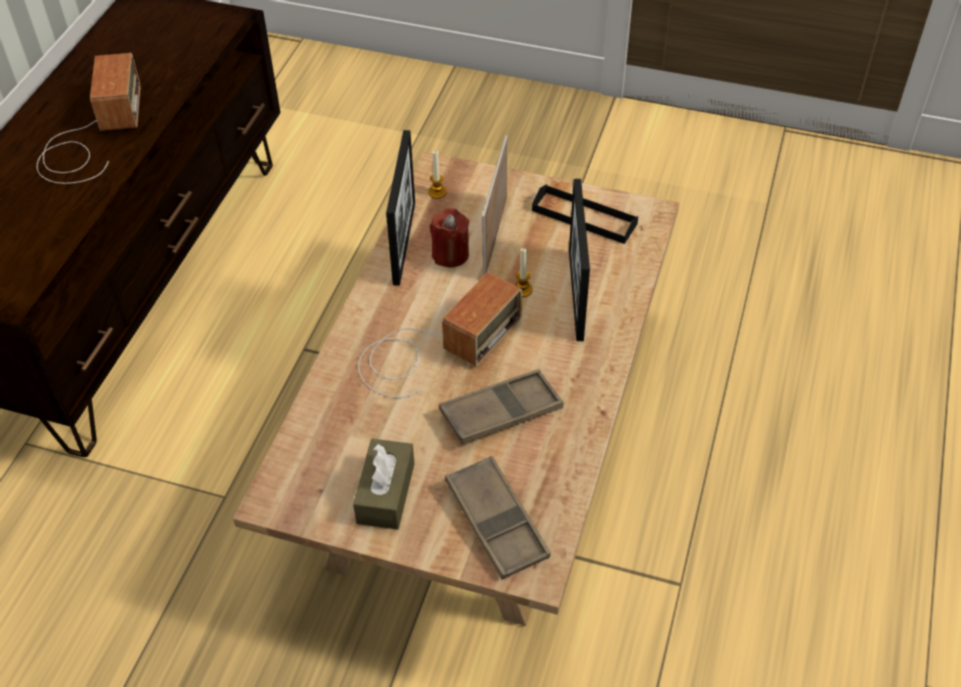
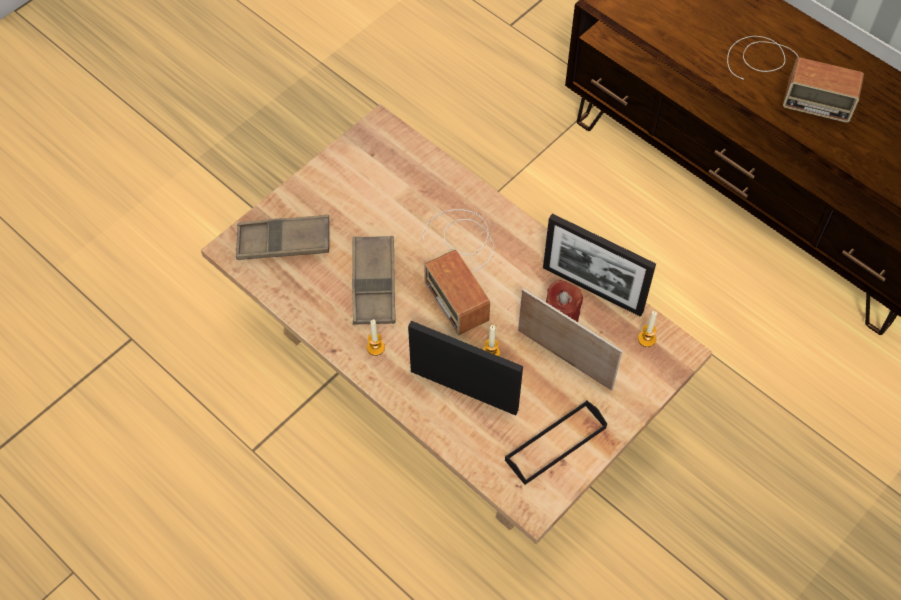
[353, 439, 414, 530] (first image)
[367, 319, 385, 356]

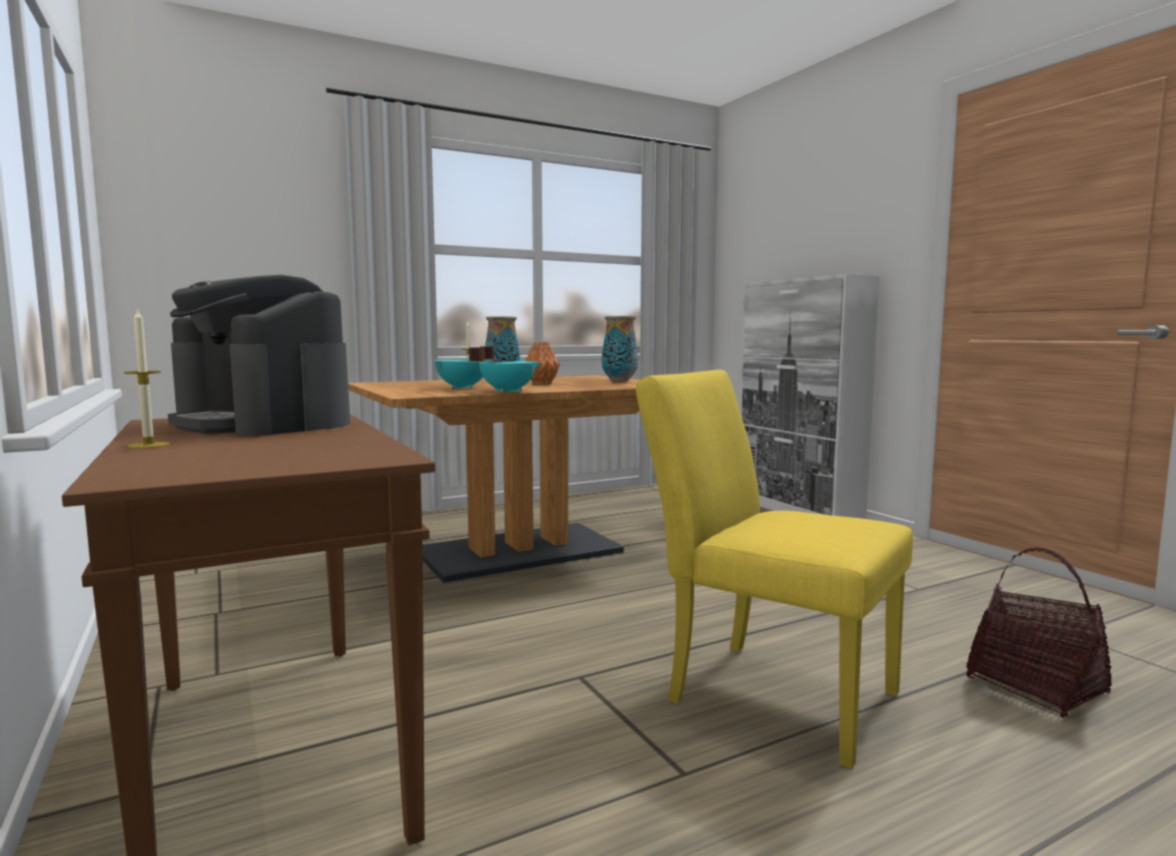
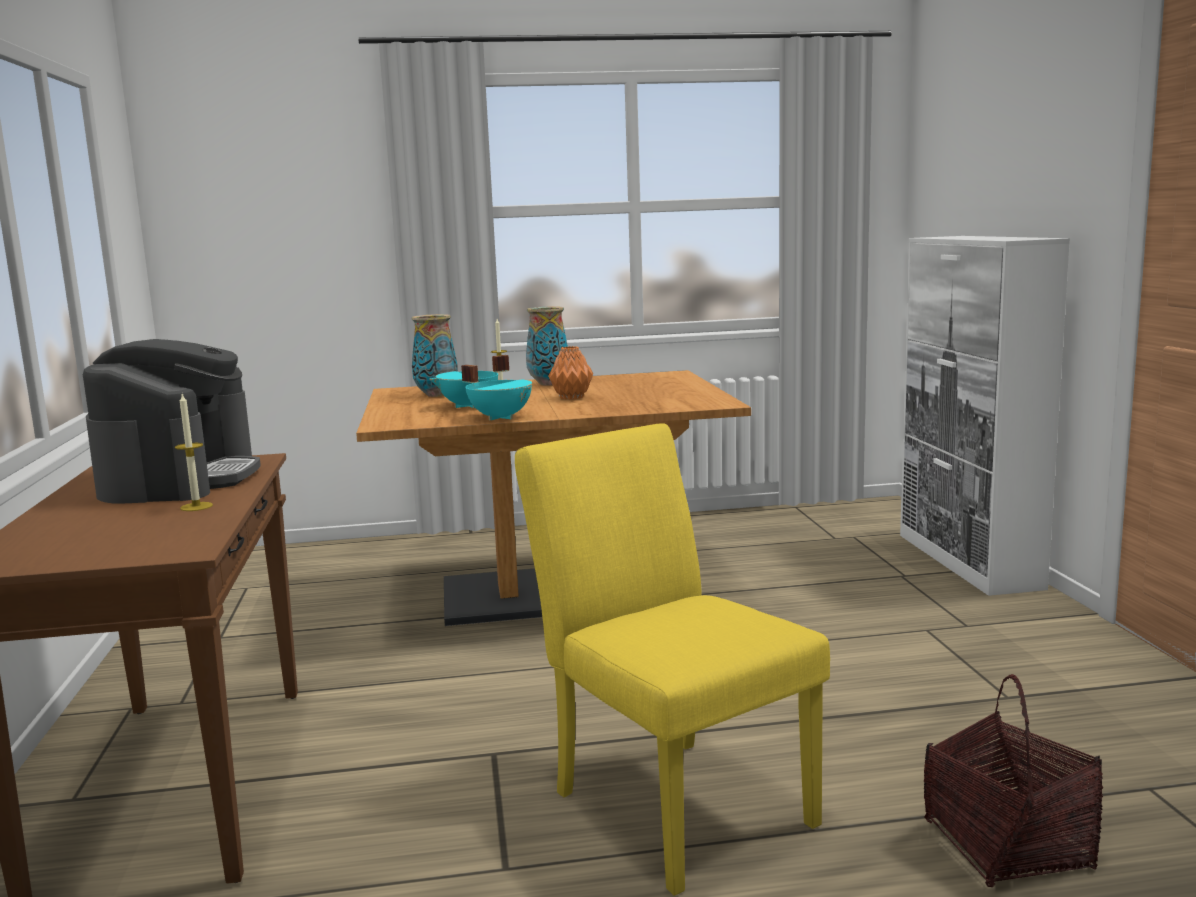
[175, 394, 213, 511]
[412, 314, 458, 397]
[83, 339, 261, 503]

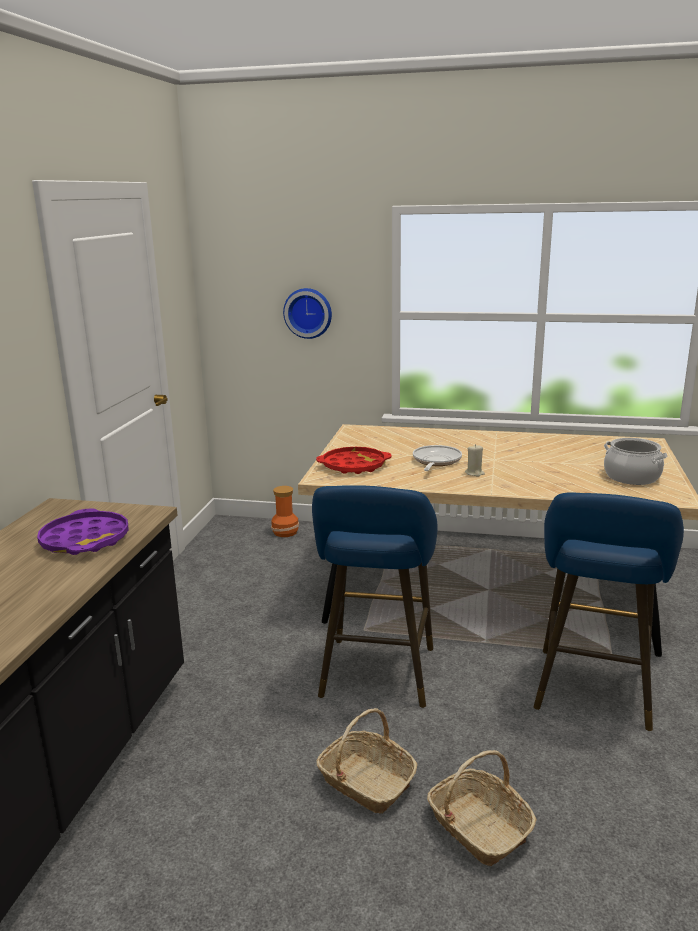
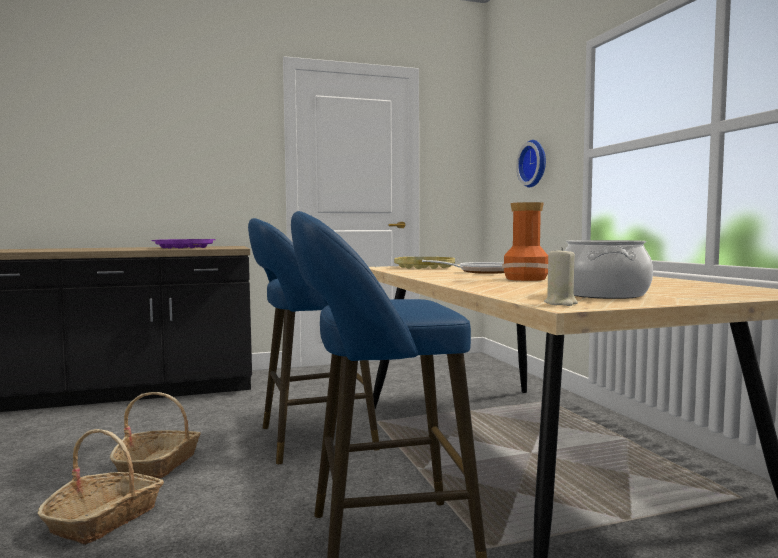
[502, 202, 548, 281]
[544, 247, 578, 306]
[394, 257, 455, 269]

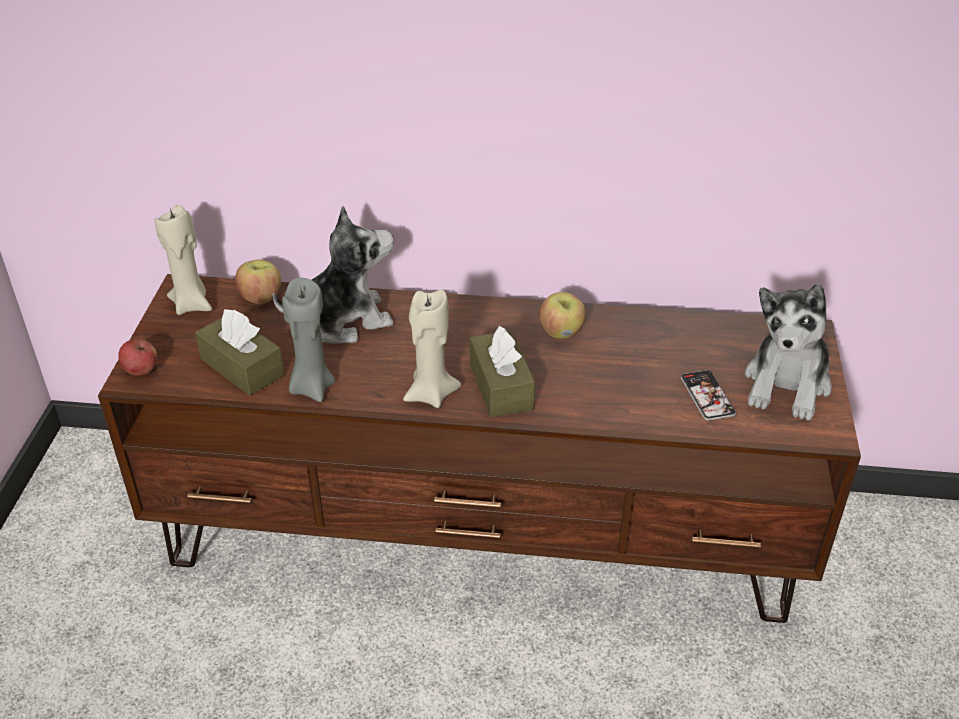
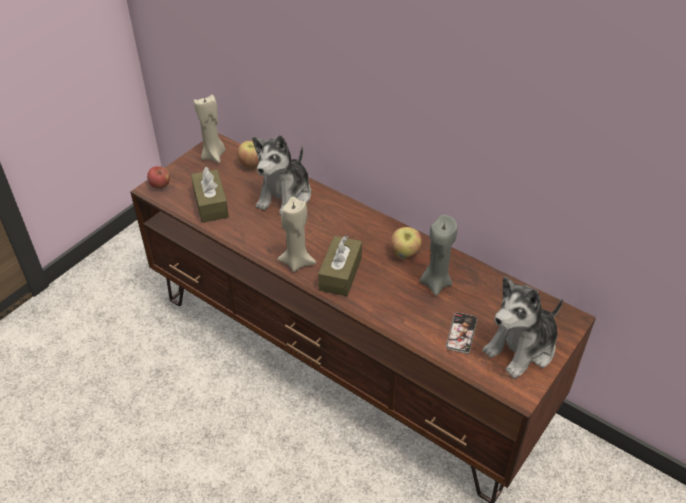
[420, 215, 458, 296]
[252, 135, 311, 216]

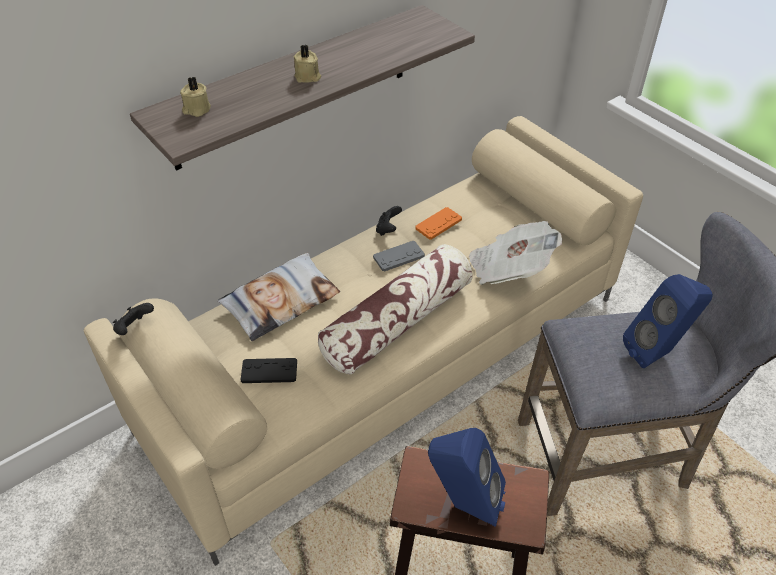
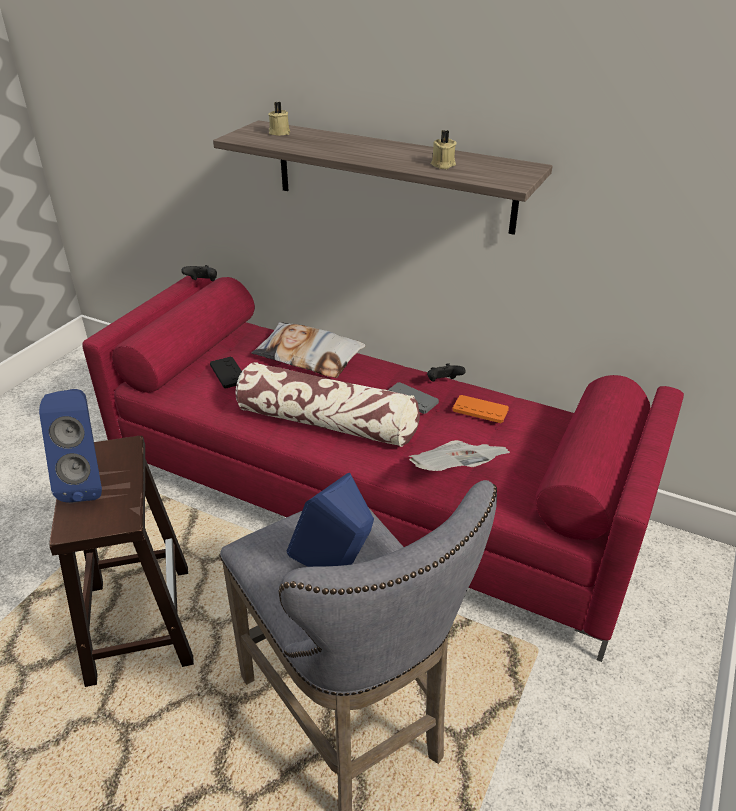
[431, 130, 457, 169]
[82, 276, 684, 662]

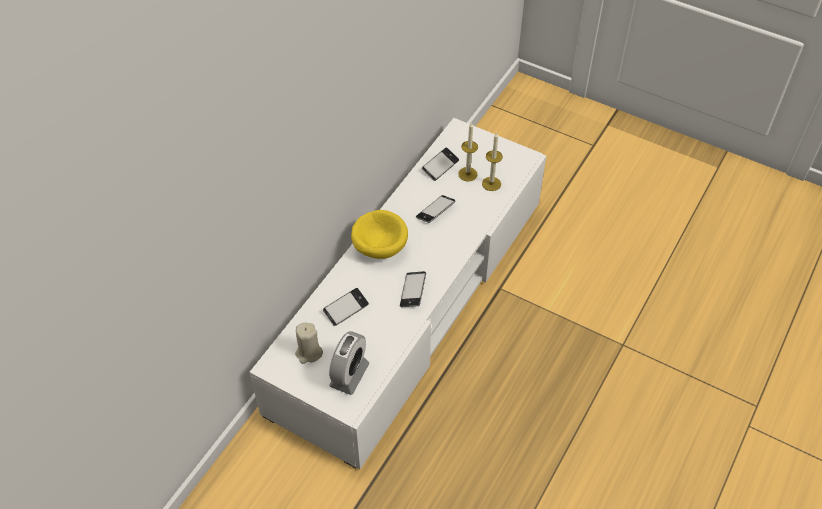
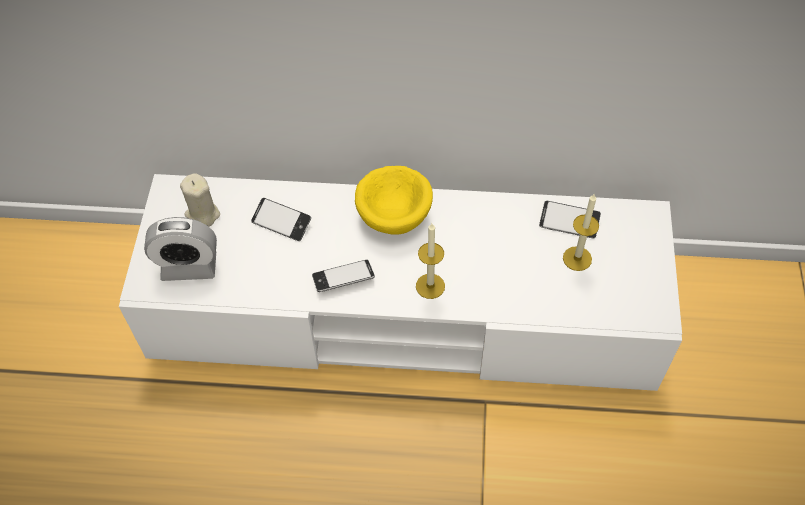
[416, 195, 456, 223] (first image)
[416, 223, 445, 299]

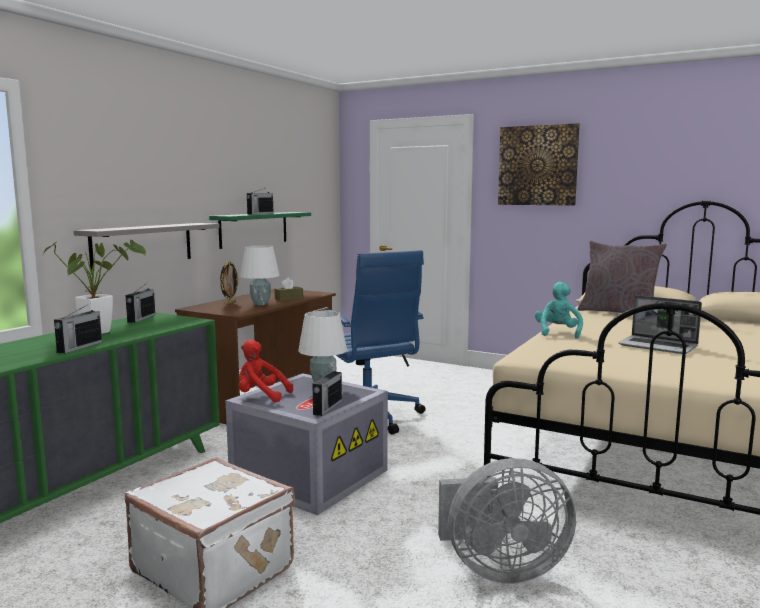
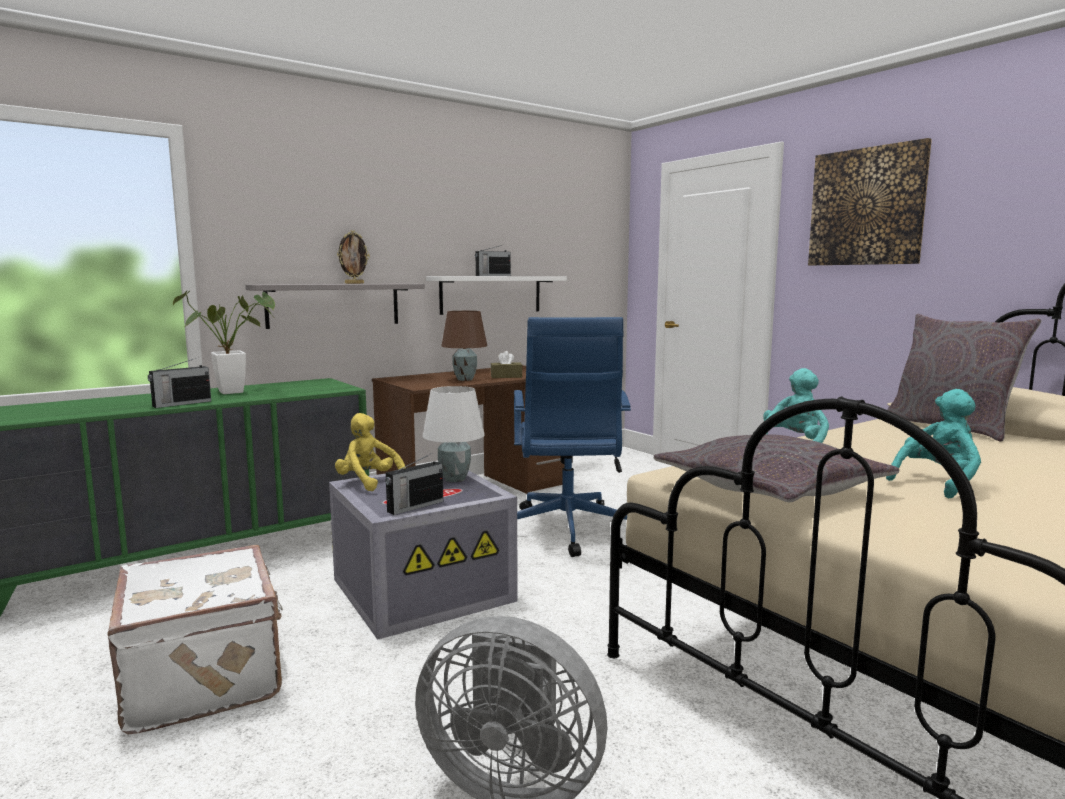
[125, 284, 155, 323] (first image)
[654, 434, 899, 502]
[337, 230, 370, 284]
[886, 389, 981, 498]
[426, 276, 567, 315]
[335, 413, 406, 491]
[442, 311, 487, 381]

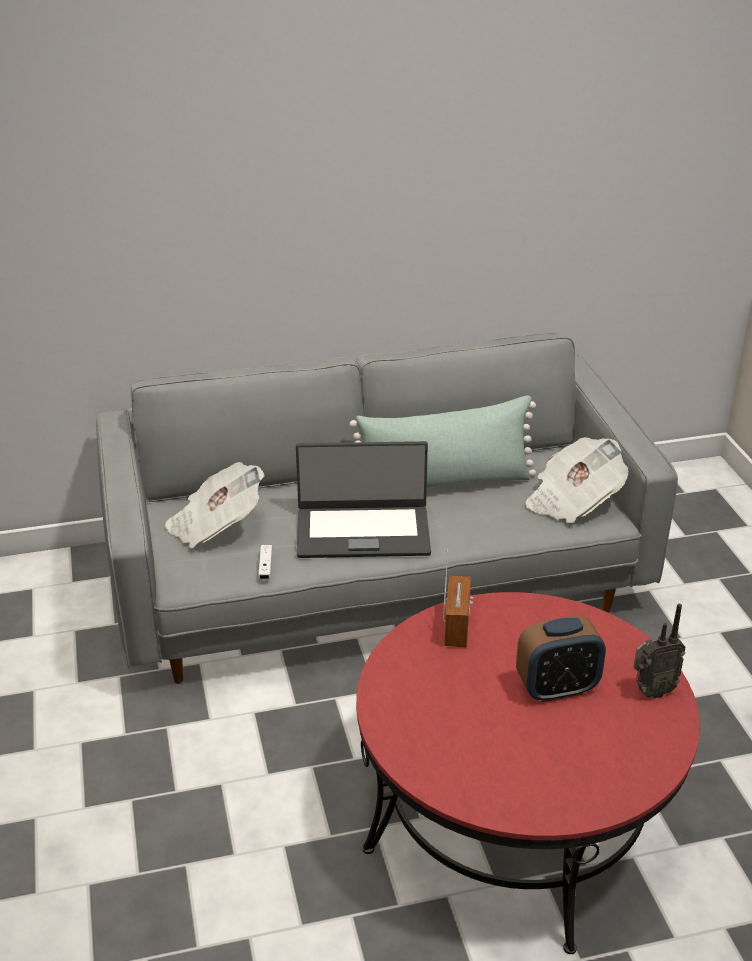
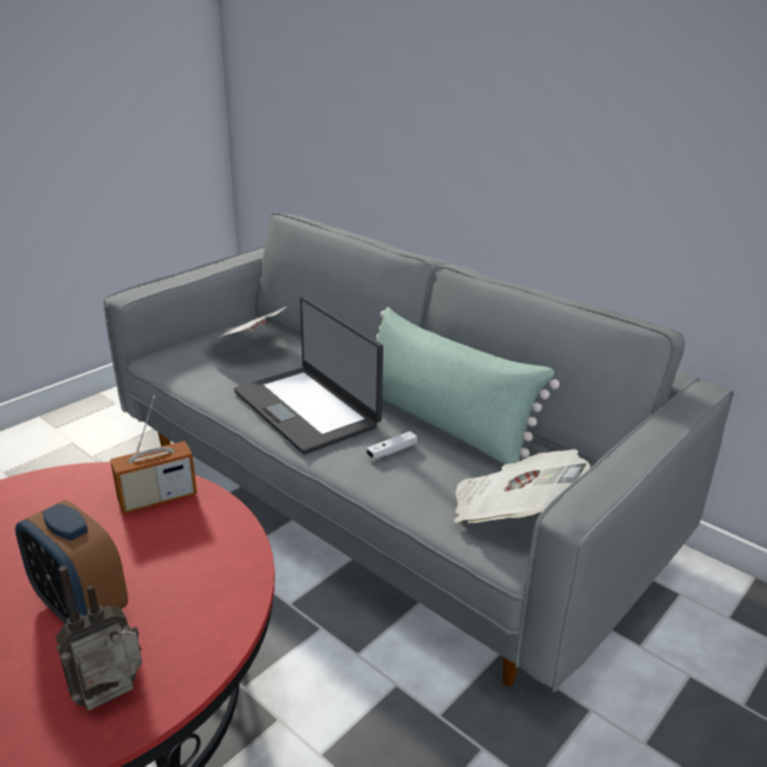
[366, 431, 417, 459]
[56, 566, 142, 711]

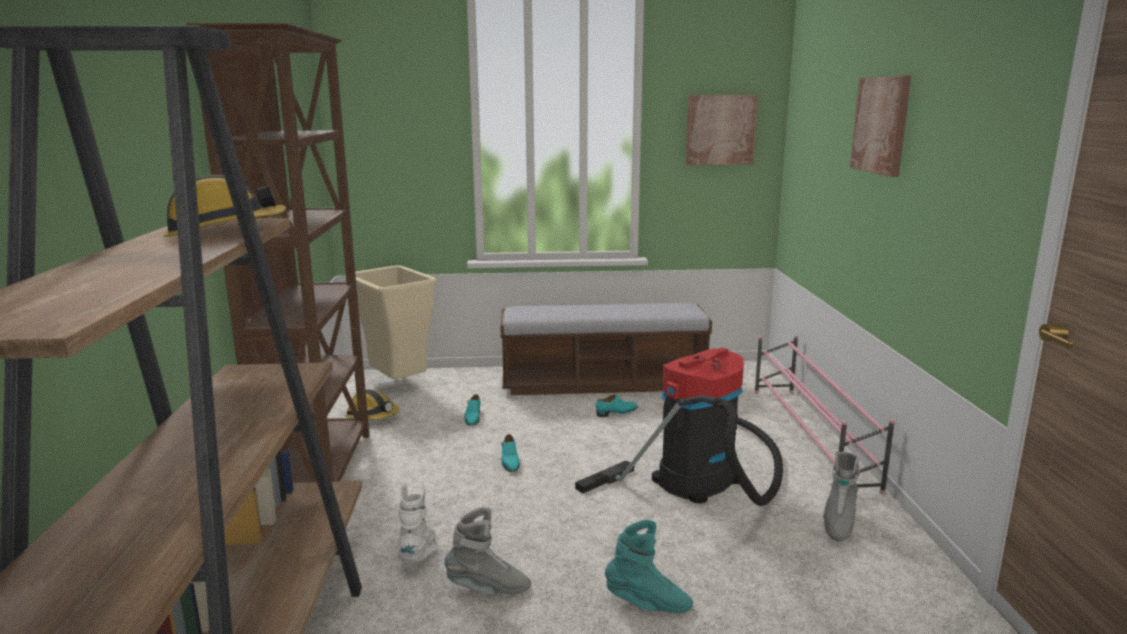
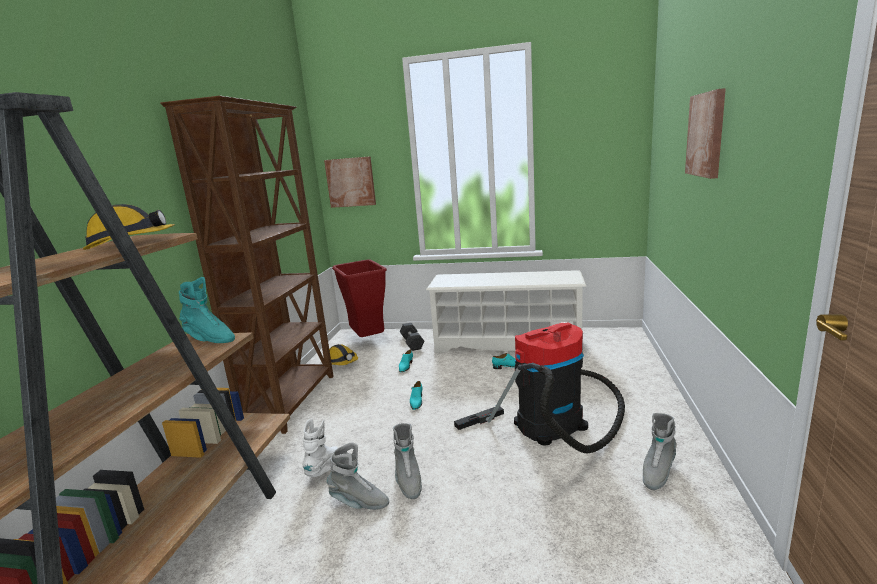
[754, 335, 895, 495] (first image)
[393, 423, 422, 499]
[400, 323, 424, 351]
[179, 277, 235, 343]
[324, 156, 376, 208]
[426, 270, 587, 353]
[332, 259, 387, 337]

